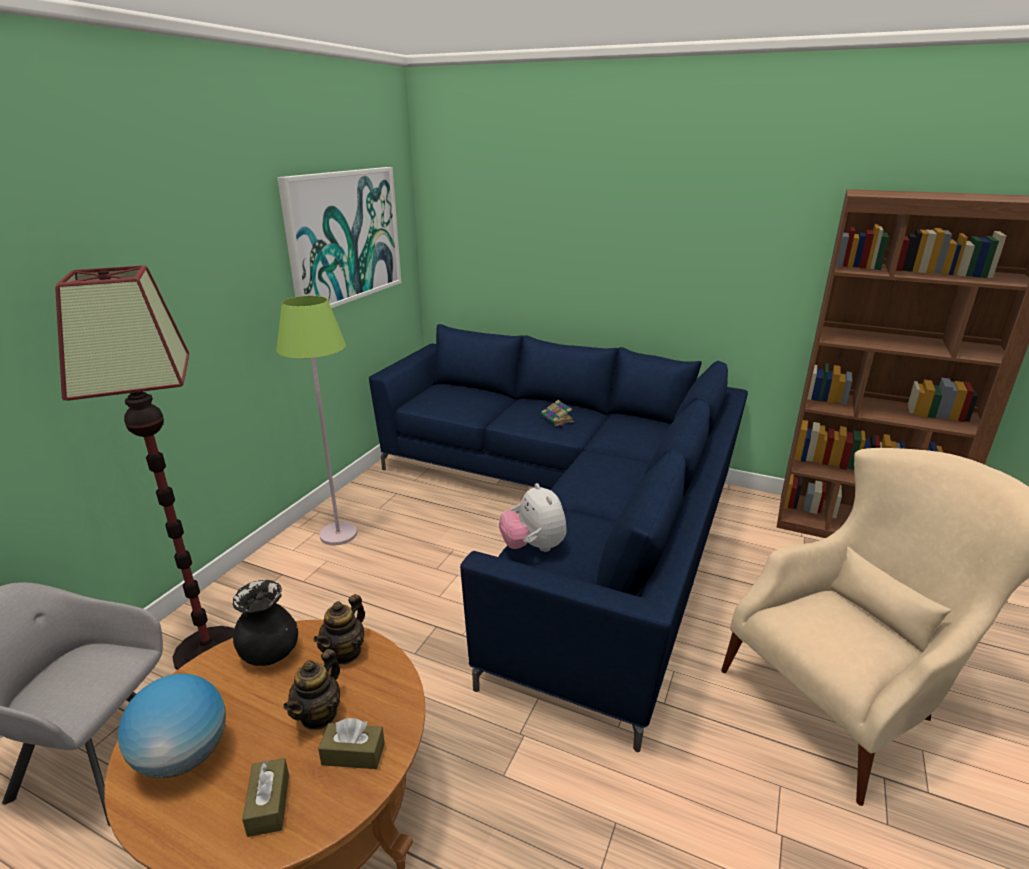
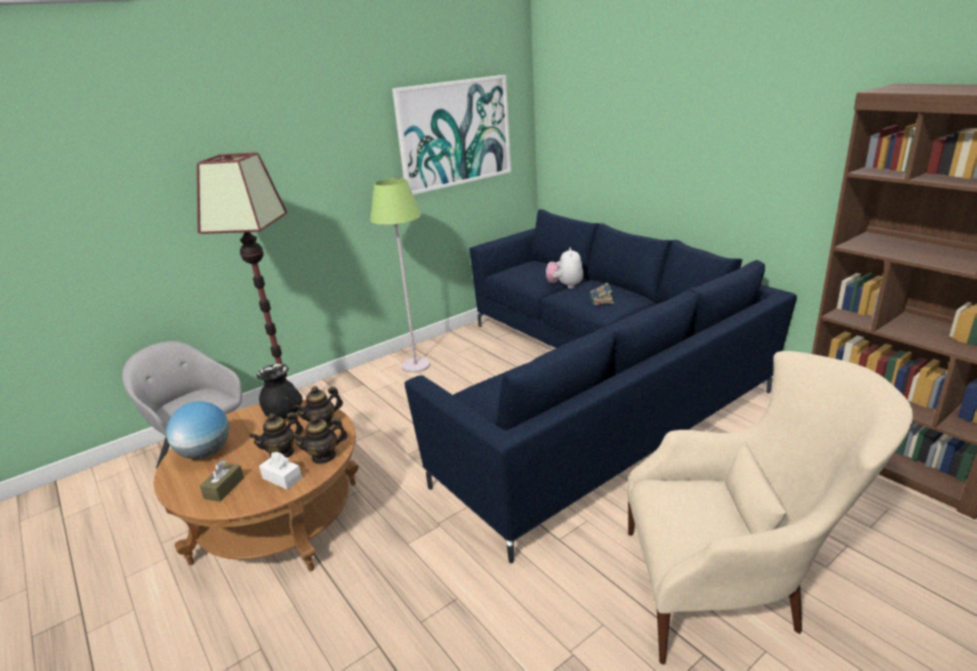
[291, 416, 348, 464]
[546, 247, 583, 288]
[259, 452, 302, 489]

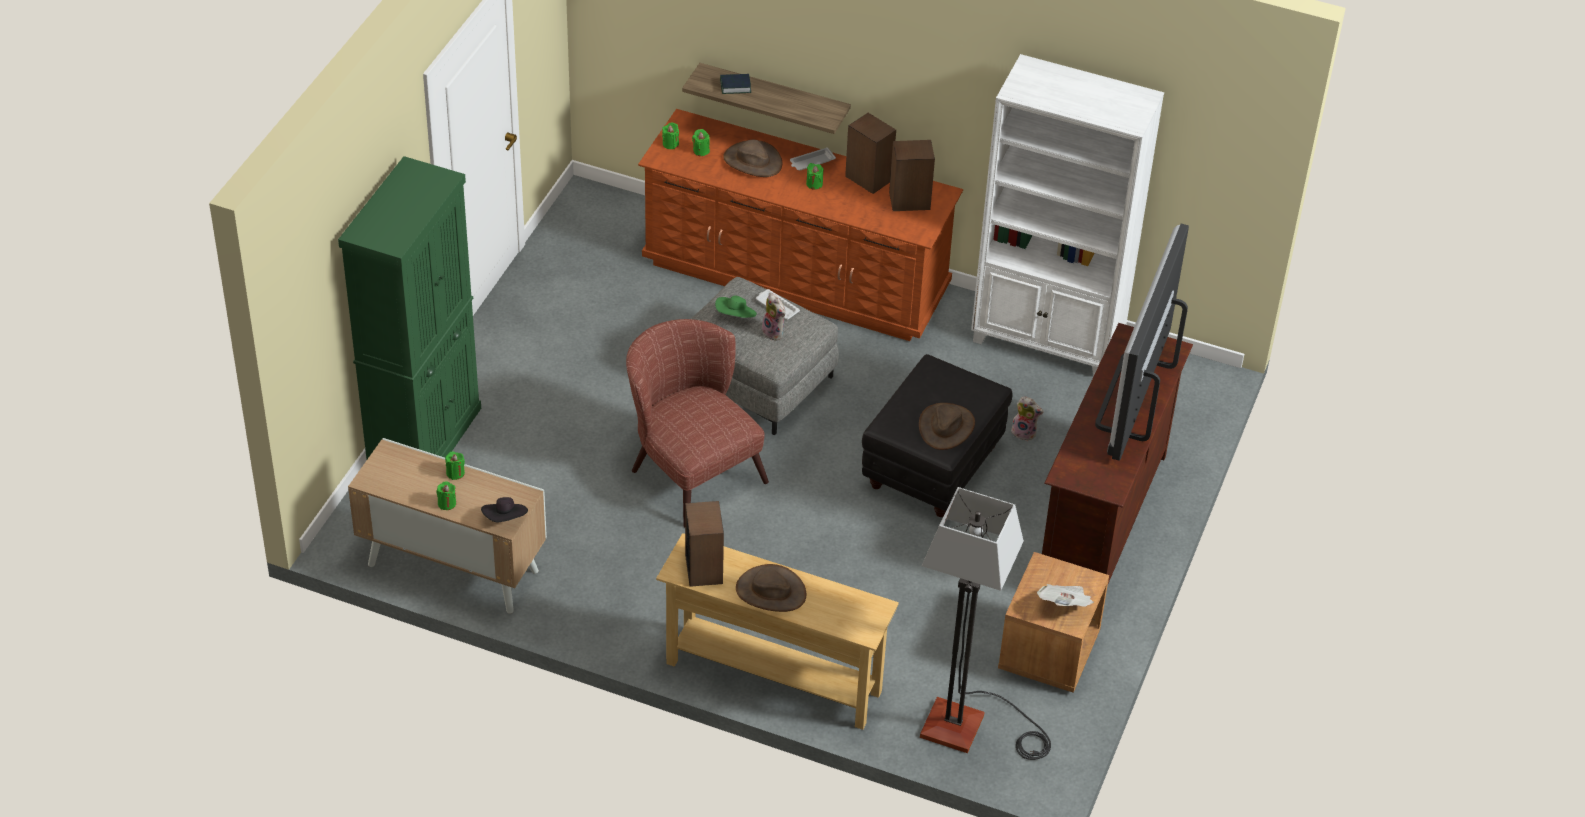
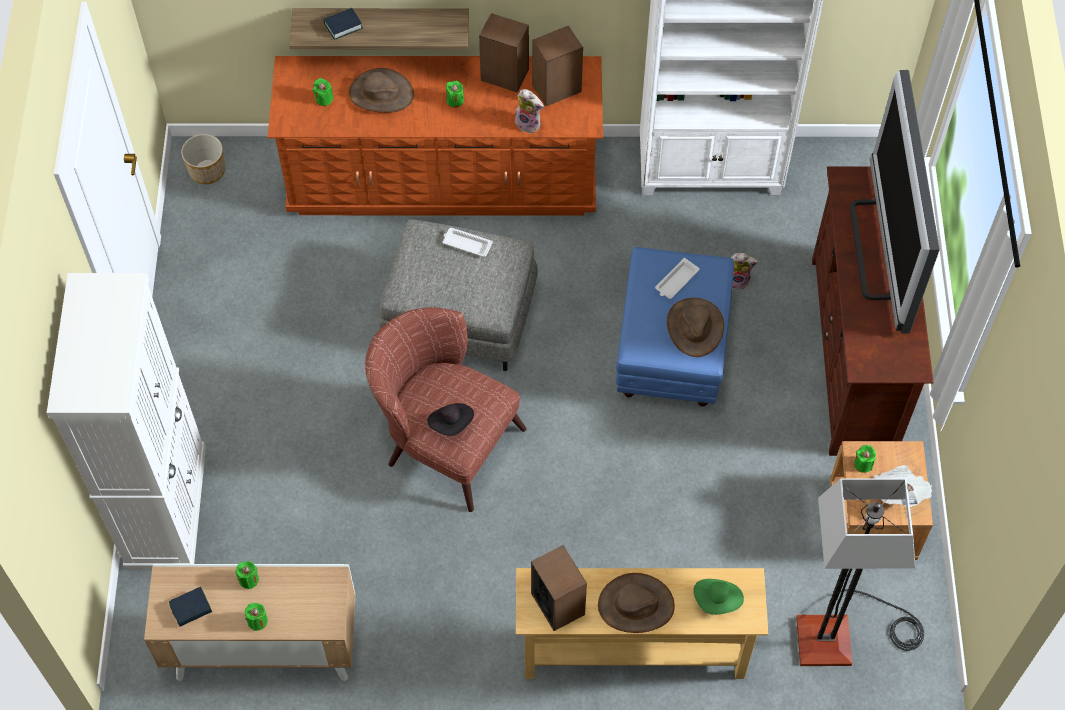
[169, 587, 212, 627]
[181, 134, 225, 184]
[427, 403, 474, 436]
[854, 445, 876, 473]
[693, 579, 744, 615]
[515, 89, 544, 134]
[655, 258, 700, 299]
[47, 273, 206, 570]
[616, 247, 734, 407]

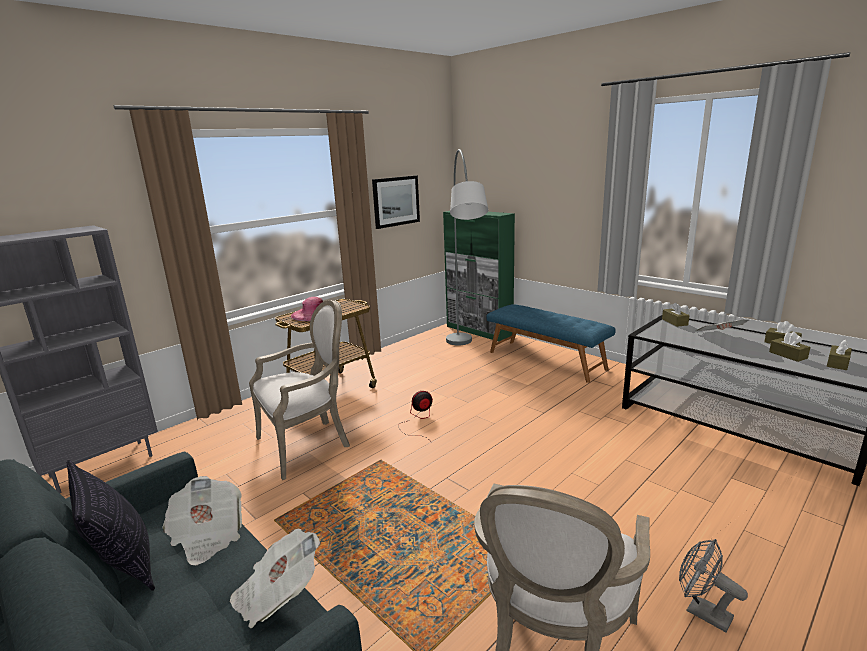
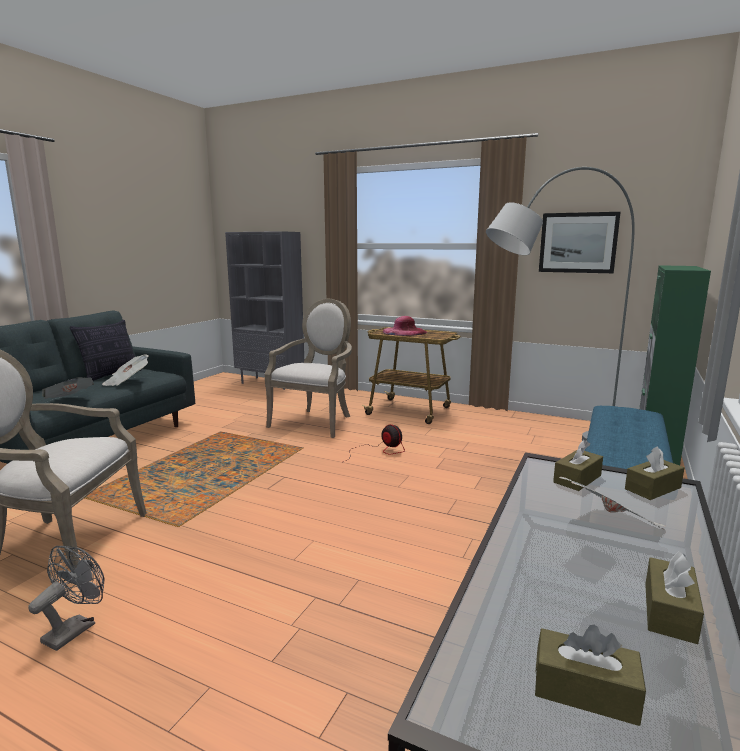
[553, 440, 603, 491]
[264, 299, 352, 438]

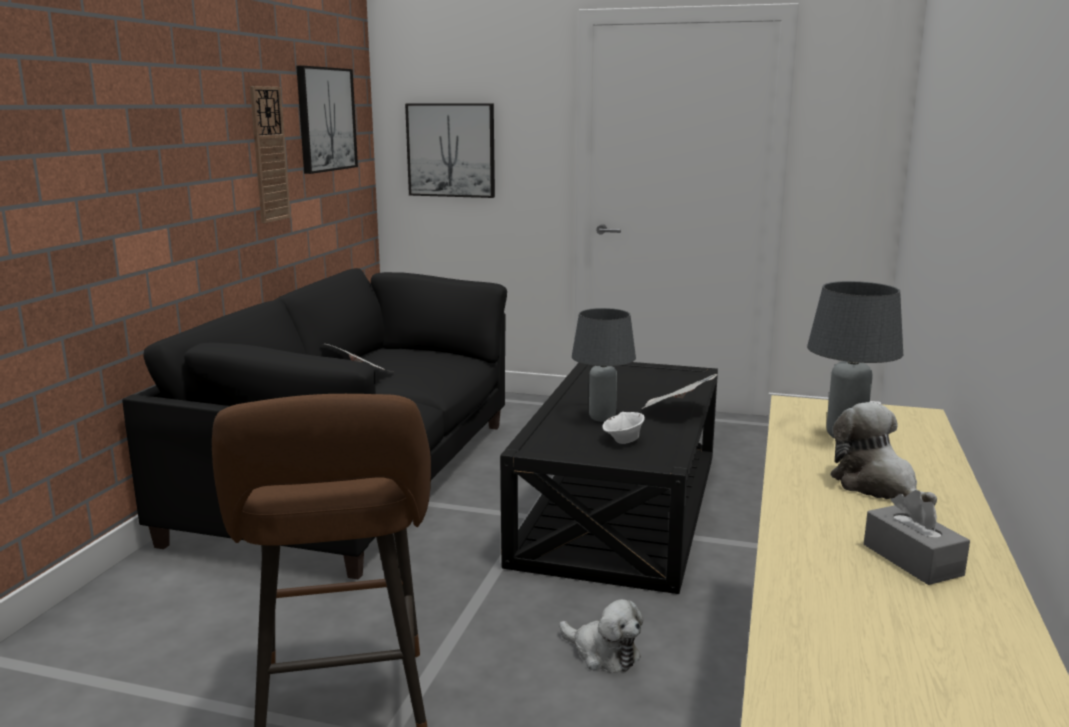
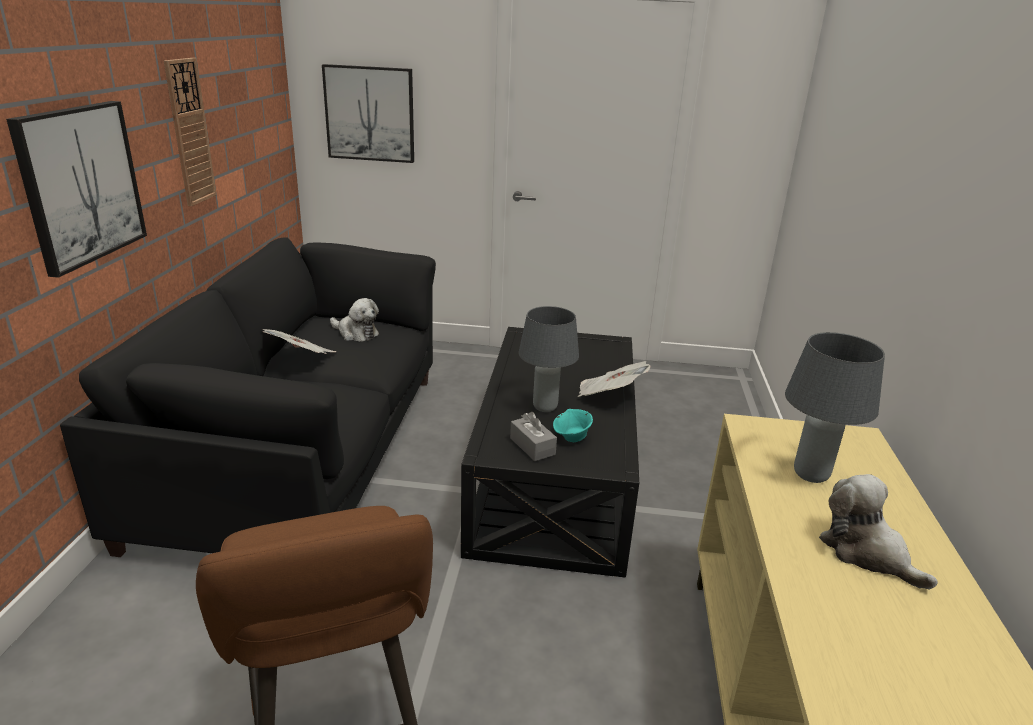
[6, 101, 147, 278]
[330, 298, 379, 342]
[510, 412, 557, 461]
[553, 409, 593, 442]

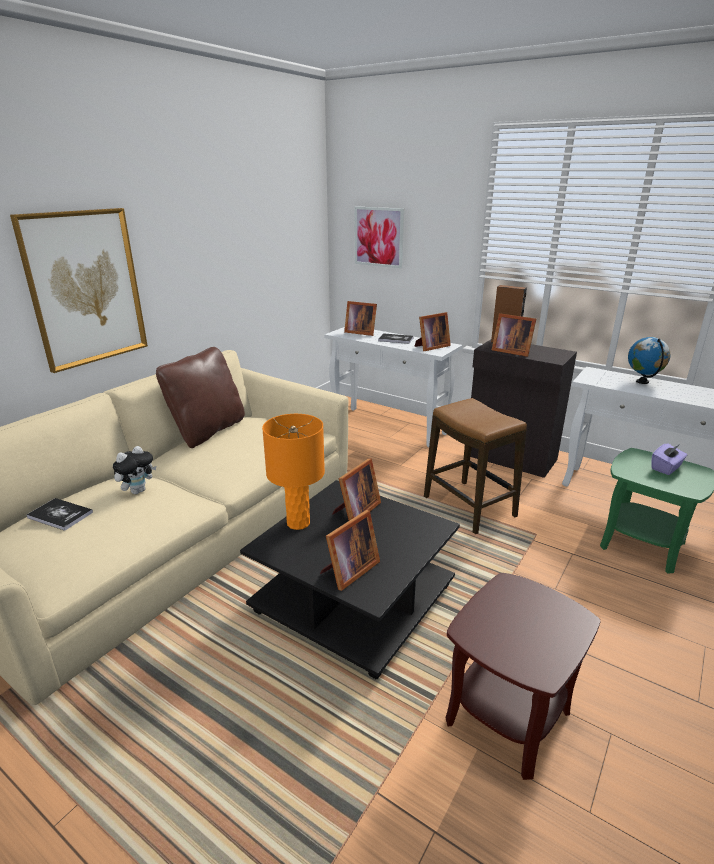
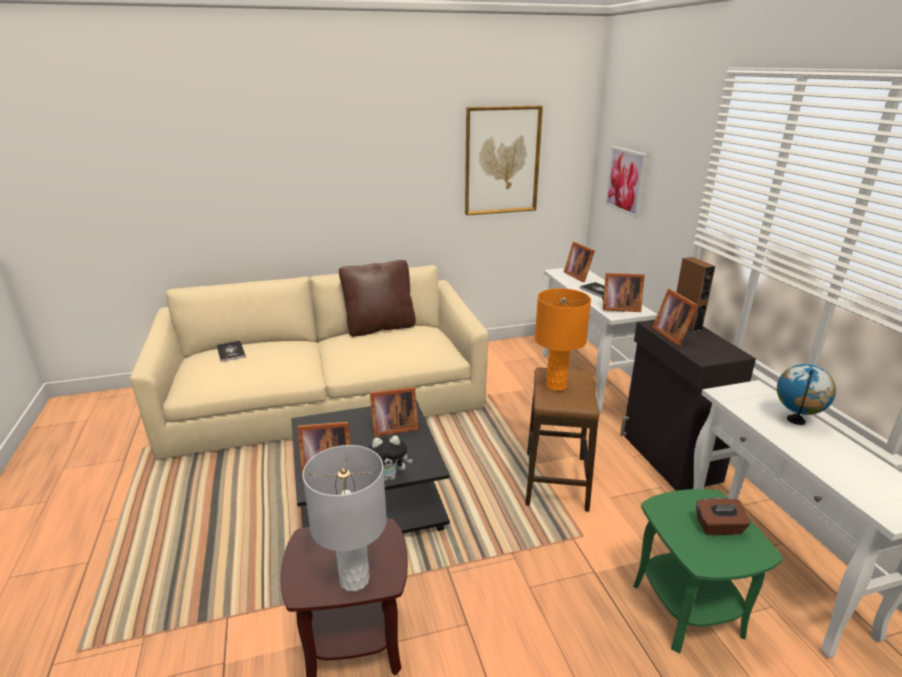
[303, 445, 387, 592]
[465, 106, 543, 215]
[368, 436, 413, 481]
[535, 288, 591, 391]
[696, 498, 751, 535]

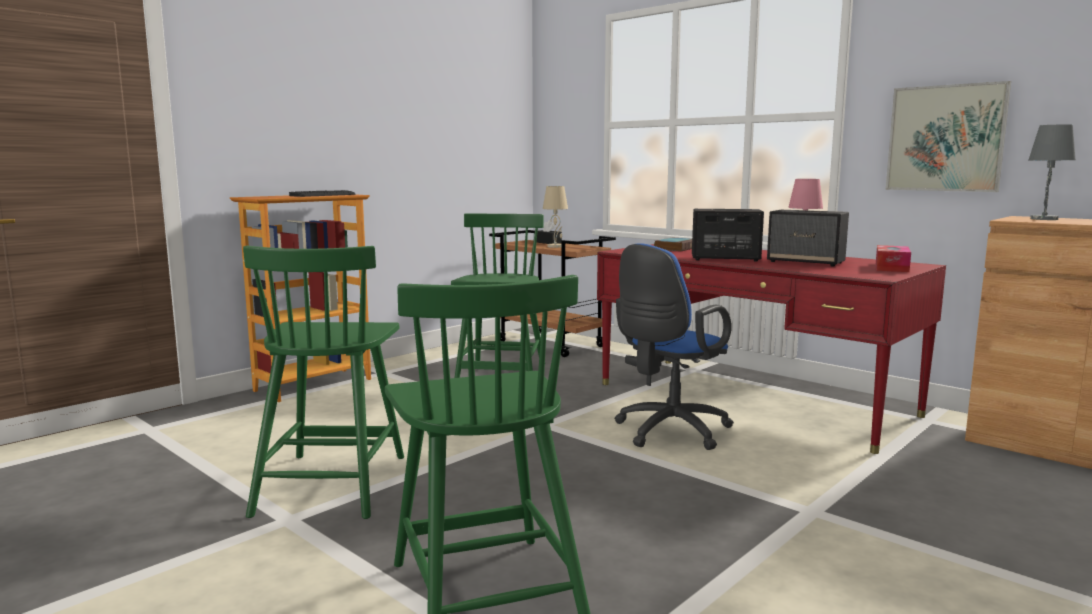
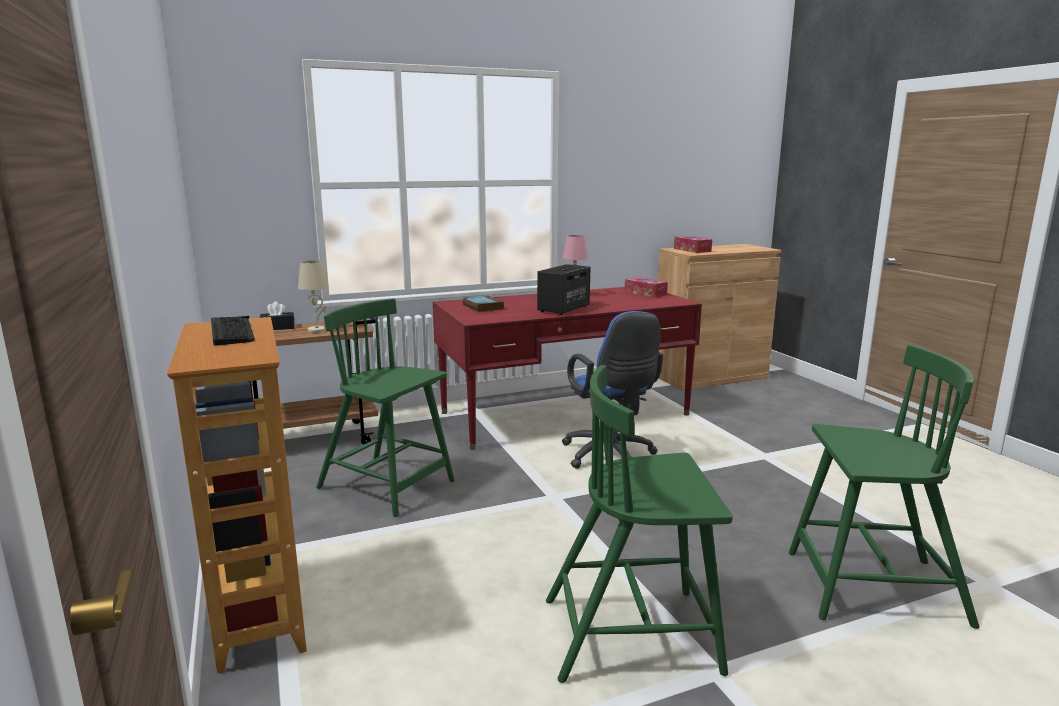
[767, 210, 849, 266] (first image)
[886, 81, 1011, 192] (first image)
[674, 236, 712, 253]
[546, 365, 733, 683]

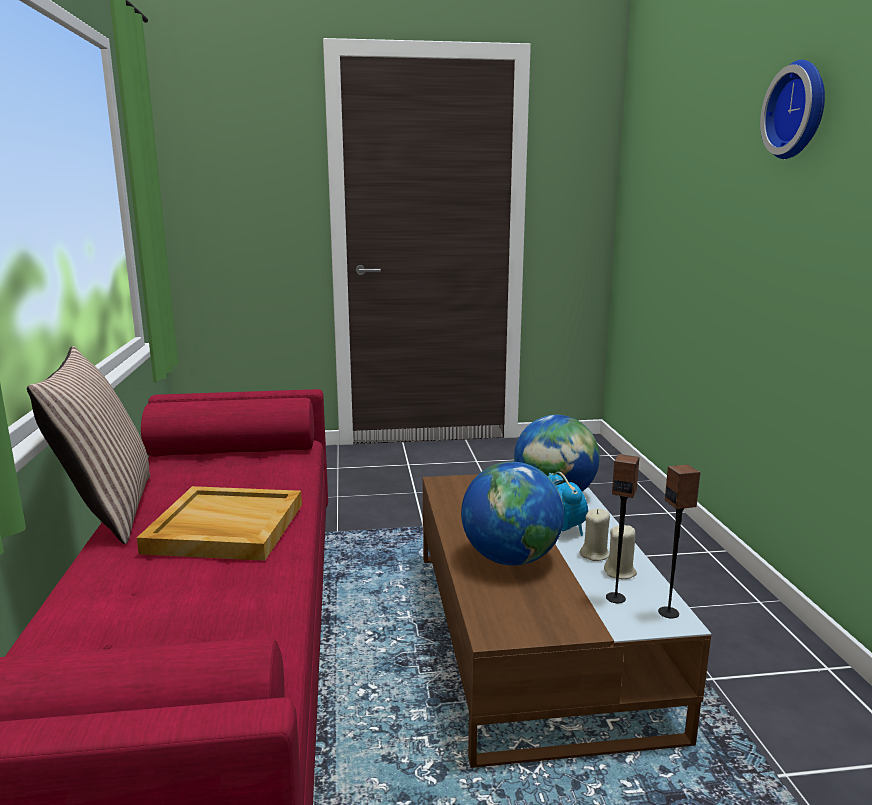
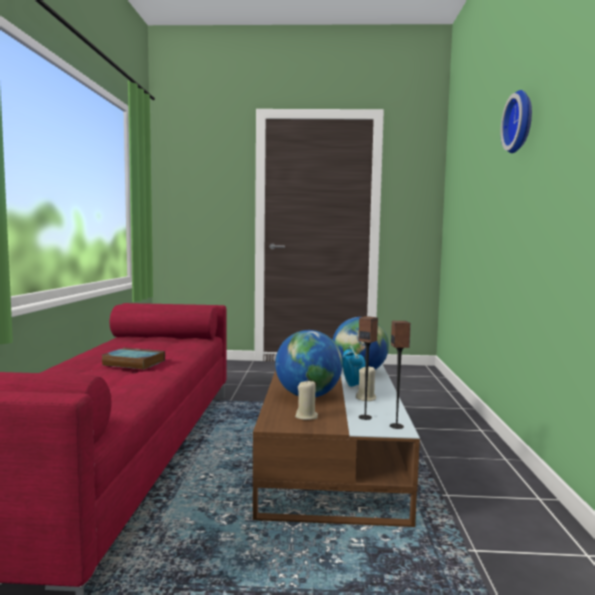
[27, 346, 150, 544] (first image)
[295, 380, 318, 420]
[102, 348, 165, 370]

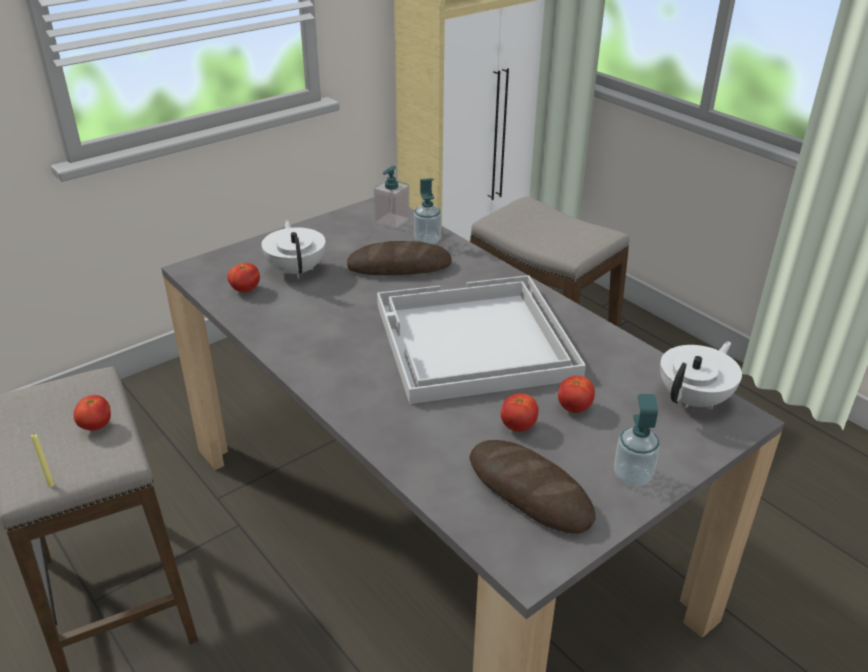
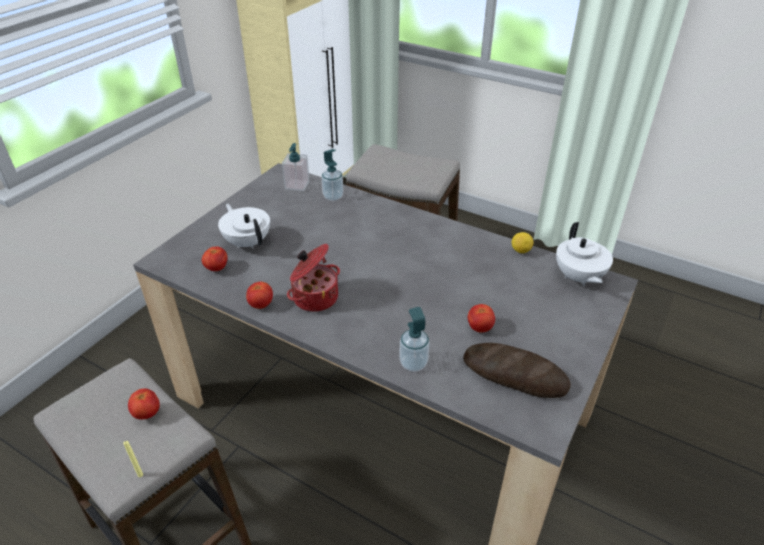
[347, 241, 452, 275] (first image)
[377, 275, 586, 404] (first image)
[287, 244, 340, 312]
[512, 232, 533, 253]
[246, 282, 273, 309]
[399, 307, 430, 372]
[556, 222, 613, 286]

